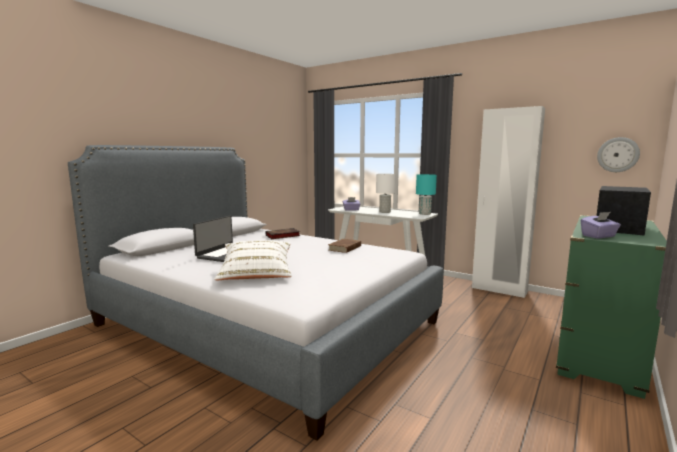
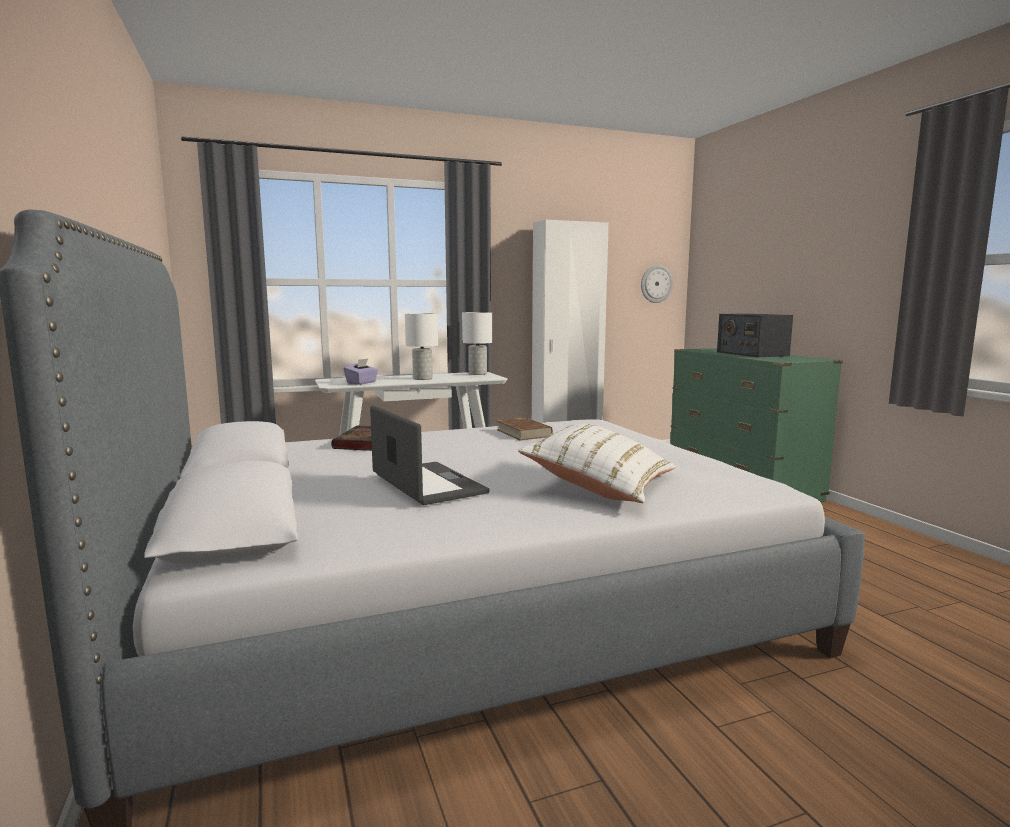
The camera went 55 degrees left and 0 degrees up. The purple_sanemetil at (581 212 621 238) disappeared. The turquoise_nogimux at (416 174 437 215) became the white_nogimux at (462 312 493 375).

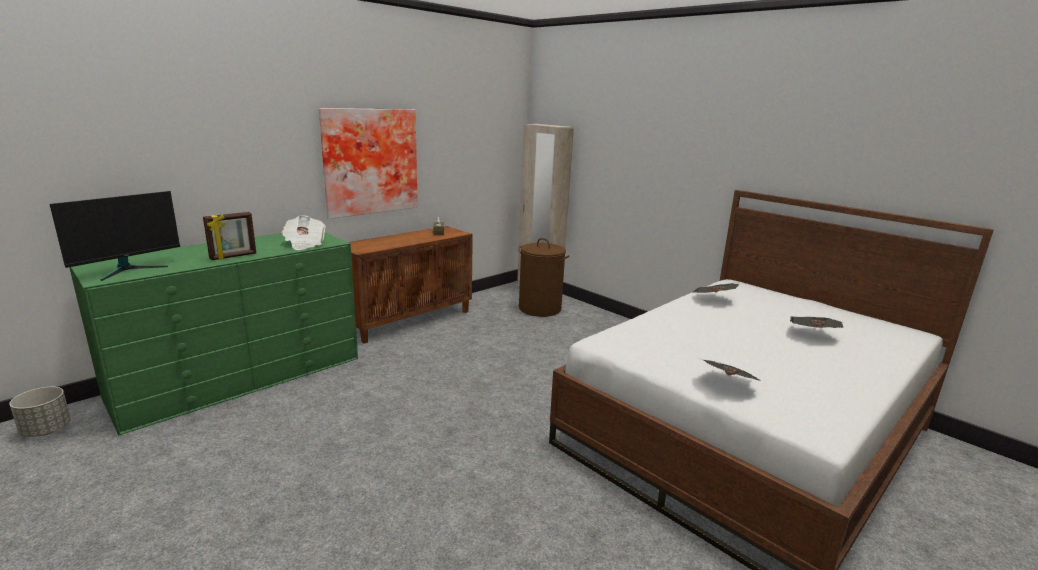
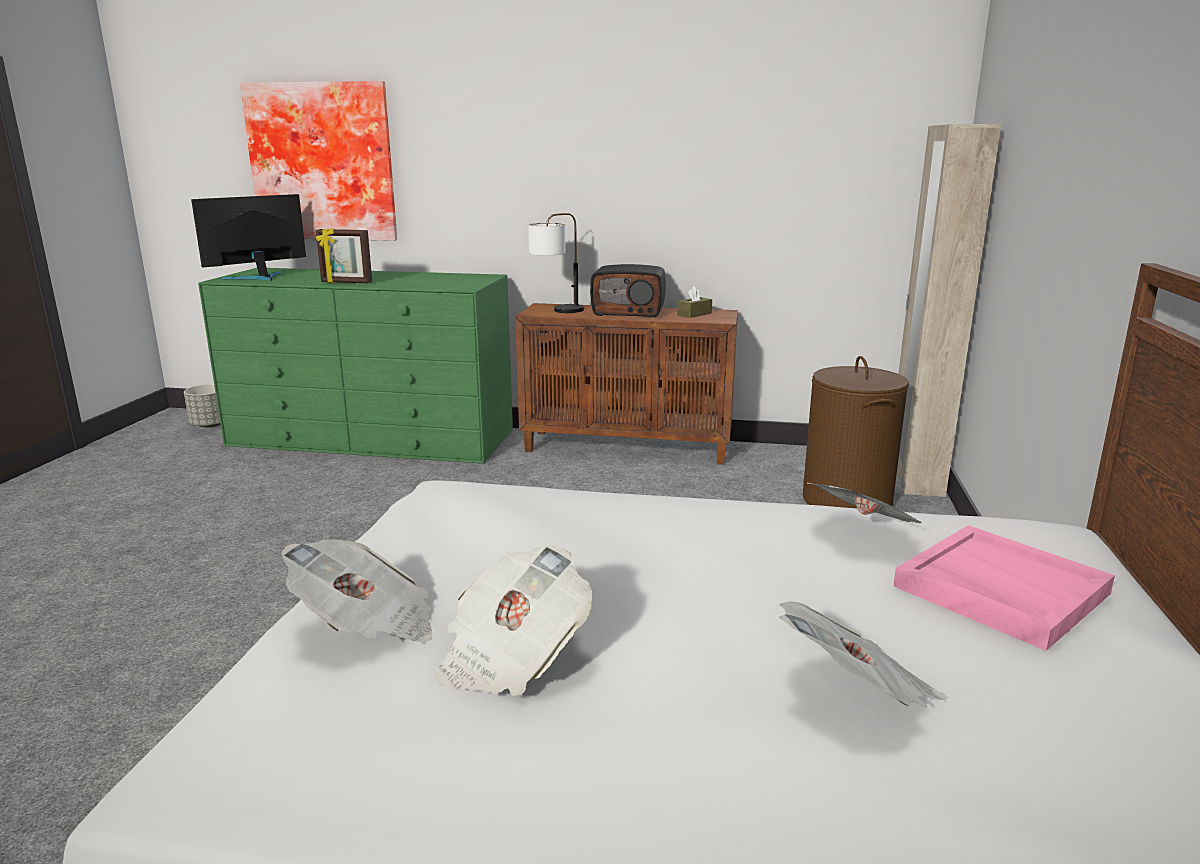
The camera went 55 degrees right and 0 degrees up. The nogimux at (528 213 584 313) appeared. The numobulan at (590 264 666 318) appeared. The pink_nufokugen at (893 525 1115 651) appeared. The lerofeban moved from (281 215 326 250) to (435 545 592 696). The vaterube moved from (319 108 418 219) to (240 81 397 241). The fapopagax at (50 191 180 281) turned 135 degrees clockwise.

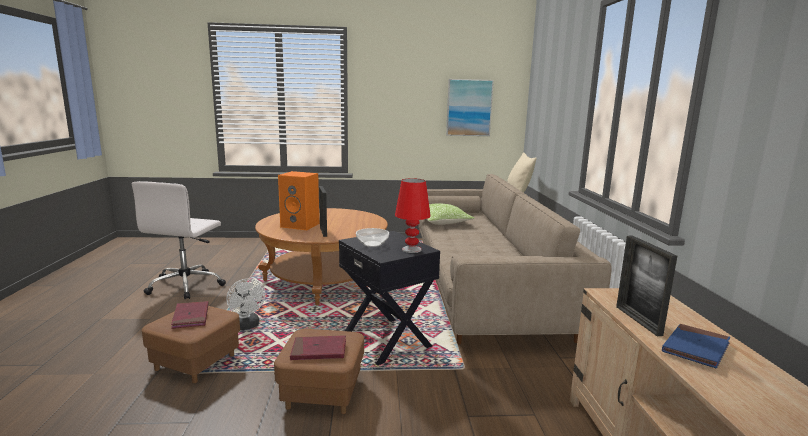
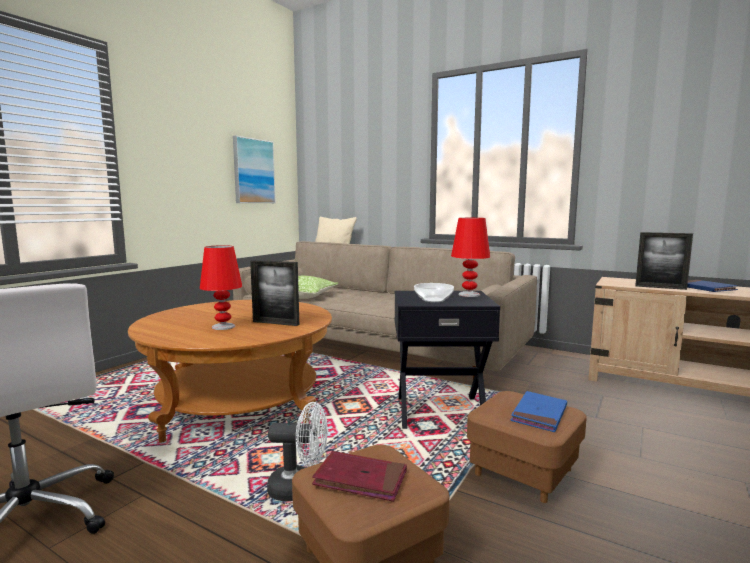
The camera went 55 degrees left and 5 degrees down. The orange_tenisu at (278 171 319 230) was replaced by the red_nogimux at (200 245 242 330). The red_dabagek at (290 335 346 360) became the blue_dabagek at (511 391 567 432).

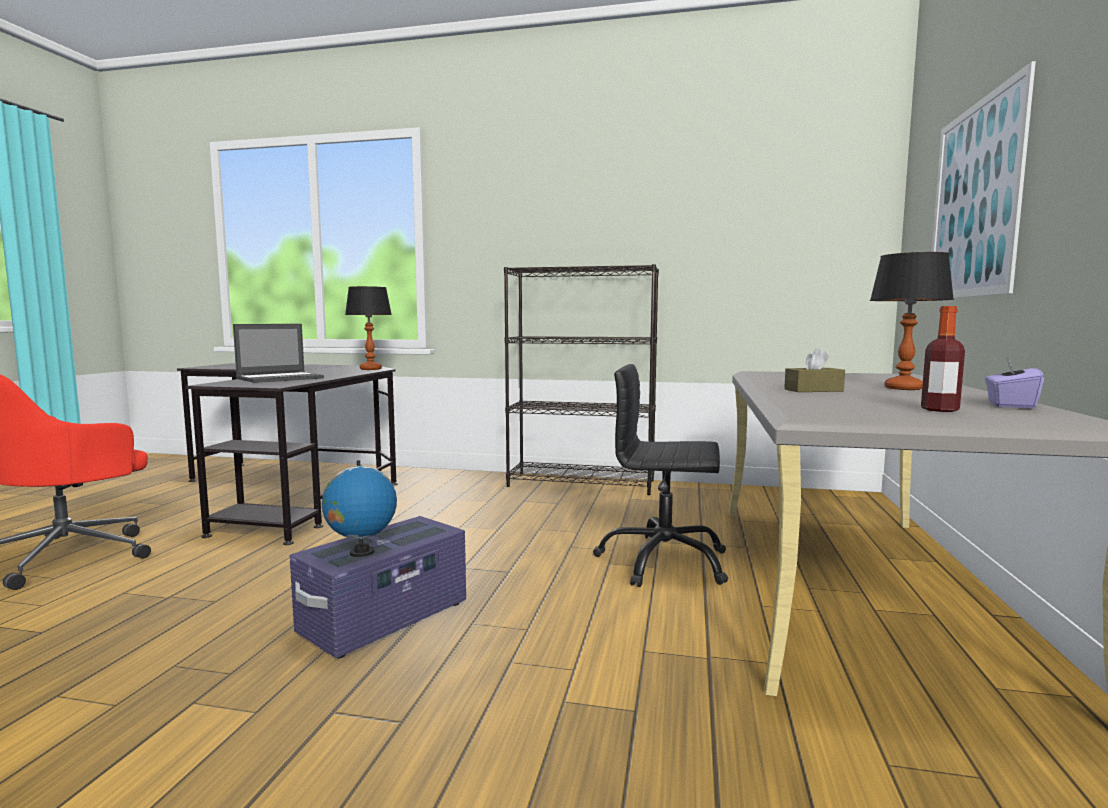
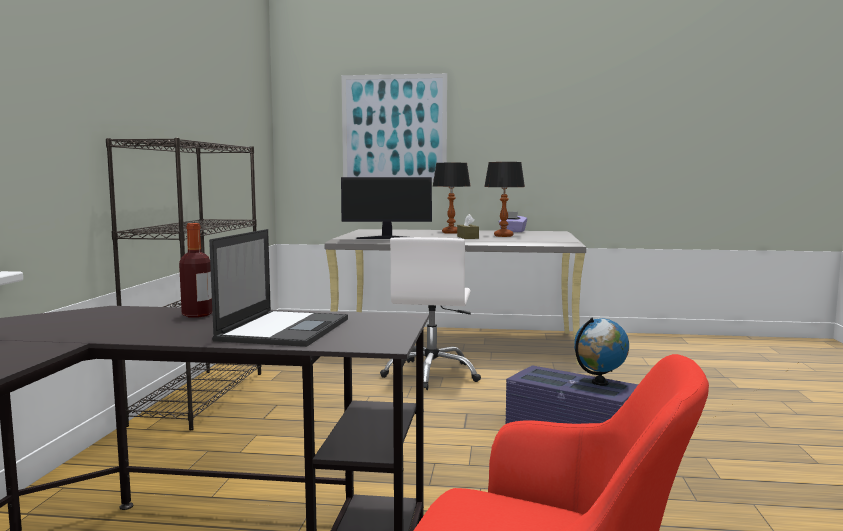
The camera went 95 degrees left and 0 degrees up. The fapopagax at (341 177 432 239) appeared. The nogimux moved from (345 286 392 370) to (484 162 525 237). The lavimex moved from (921 306 965 412) to (179 223 212 318). The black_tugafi at (593 364 728 587) became the white_tugafi at (380 237 481 390). The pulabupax at (233 324 324 383) turned 60 degrees clockwise.

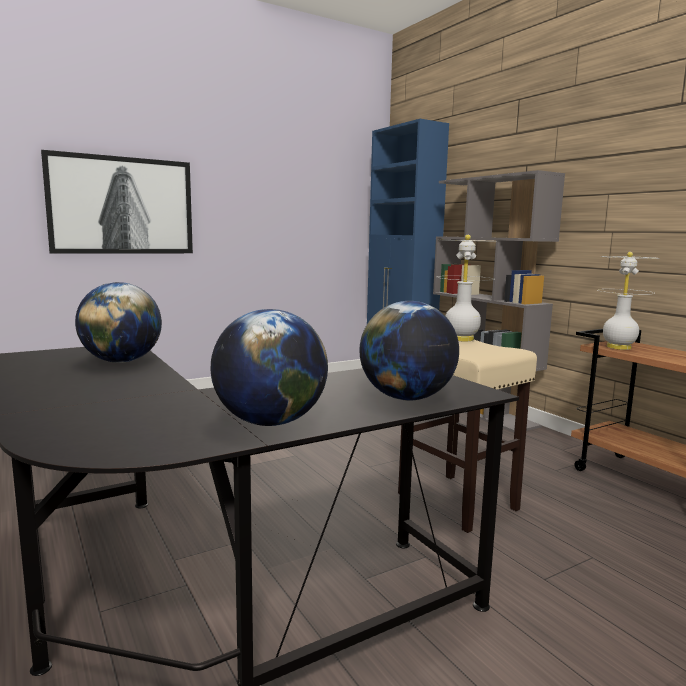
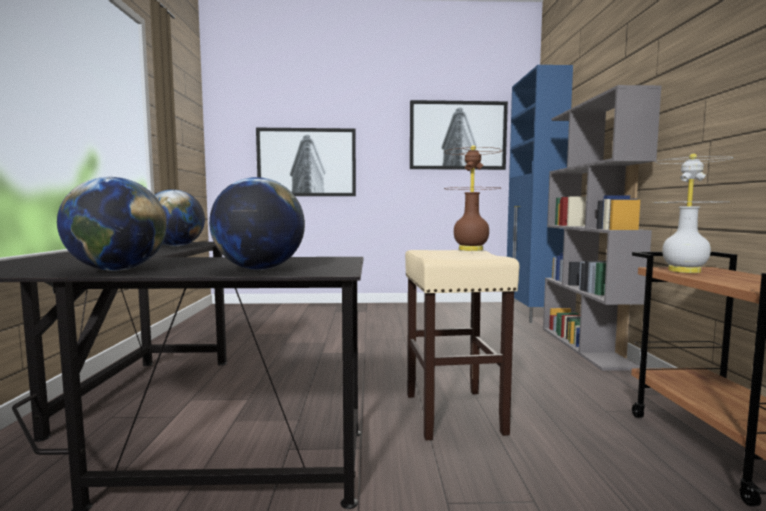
The camera went 30 degrees right and 5 degrees down. The vaterube at (410 100 508 170) appeared. The white_nogimux at (437 235 494 341) became the brown_nogimux at (444 145 502 251).

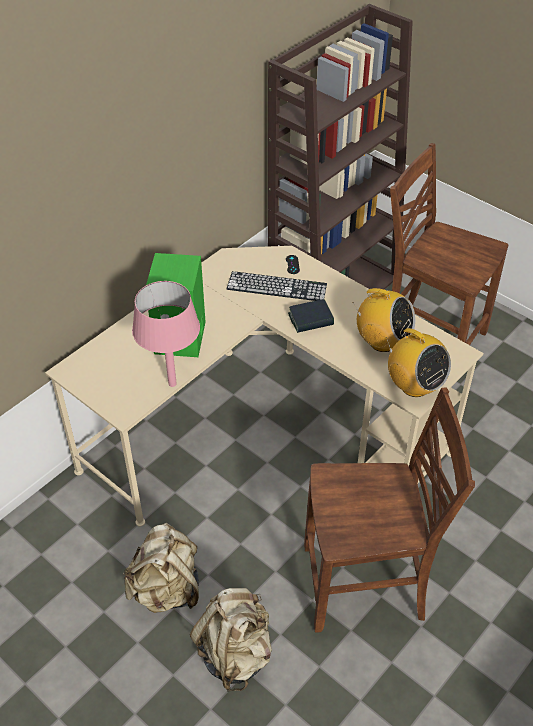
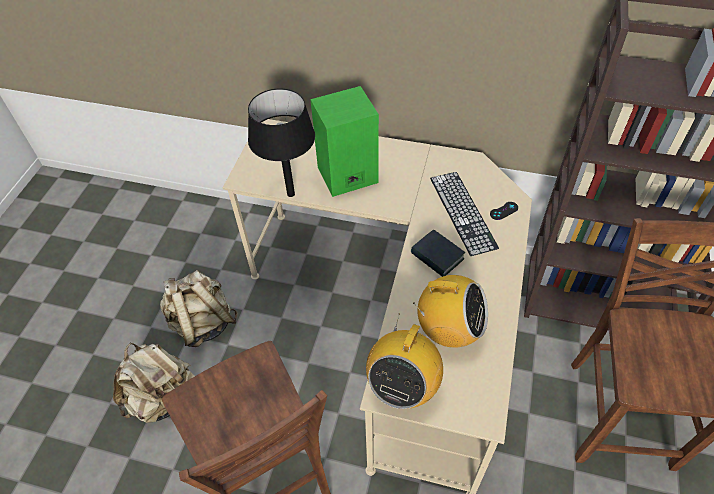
The camera went 65 degrees right and 5 degrees up. The pink_nogimux at (132 281 200 387) became the black_nogimux at (248 89 315 197). The numobulan at (353 288 415 352) turned 75 degrees counterclockwise.

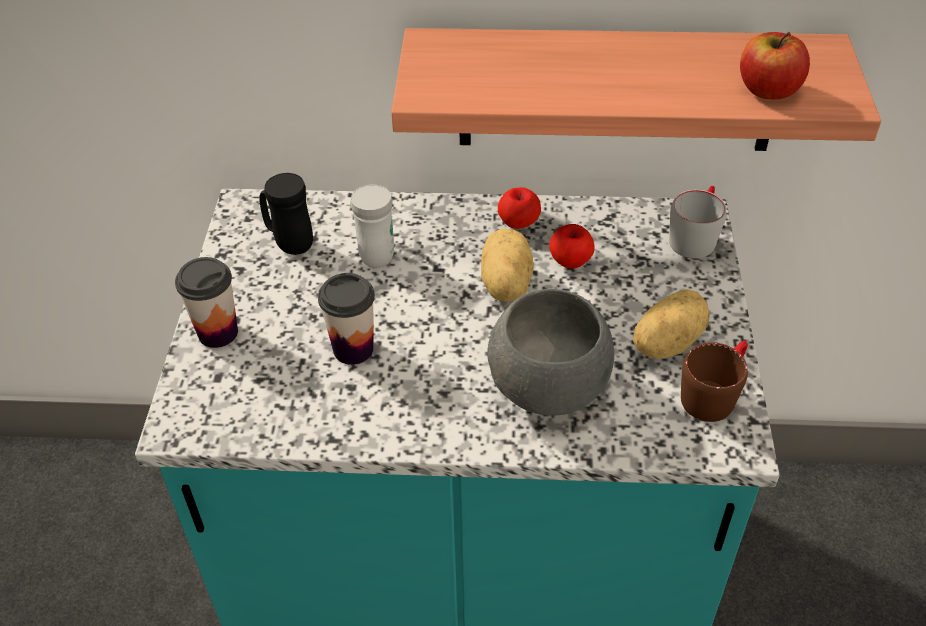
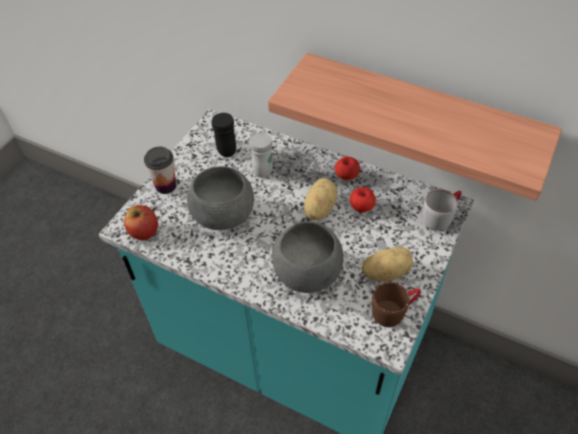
The camera went 25 degrees right and 5 degrees up. The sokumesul moved from (740 32 810 100) to (124 205 158 240). The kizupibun at (318 273 375 365) was replaced by the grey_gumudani at (187 166 254 230).

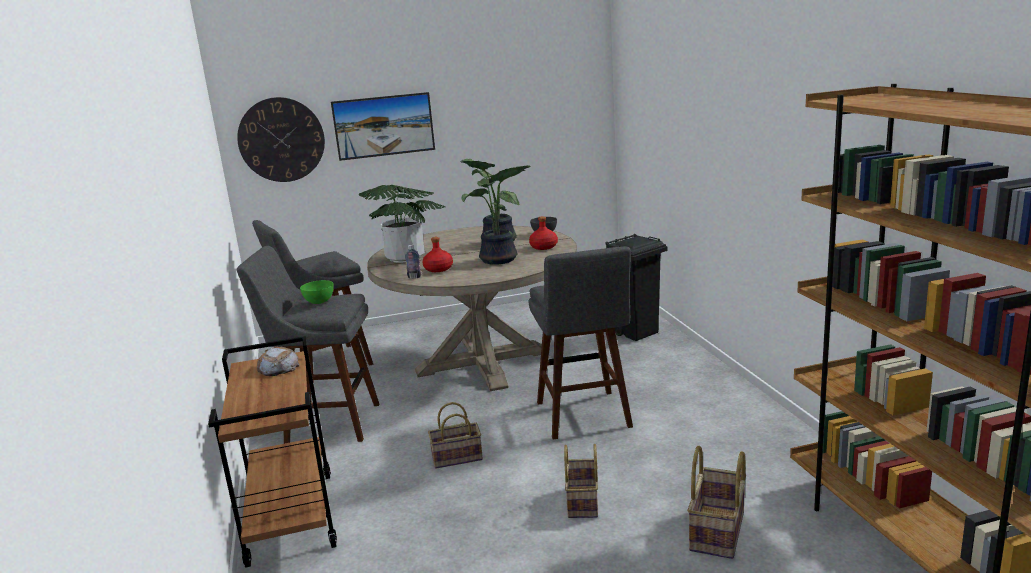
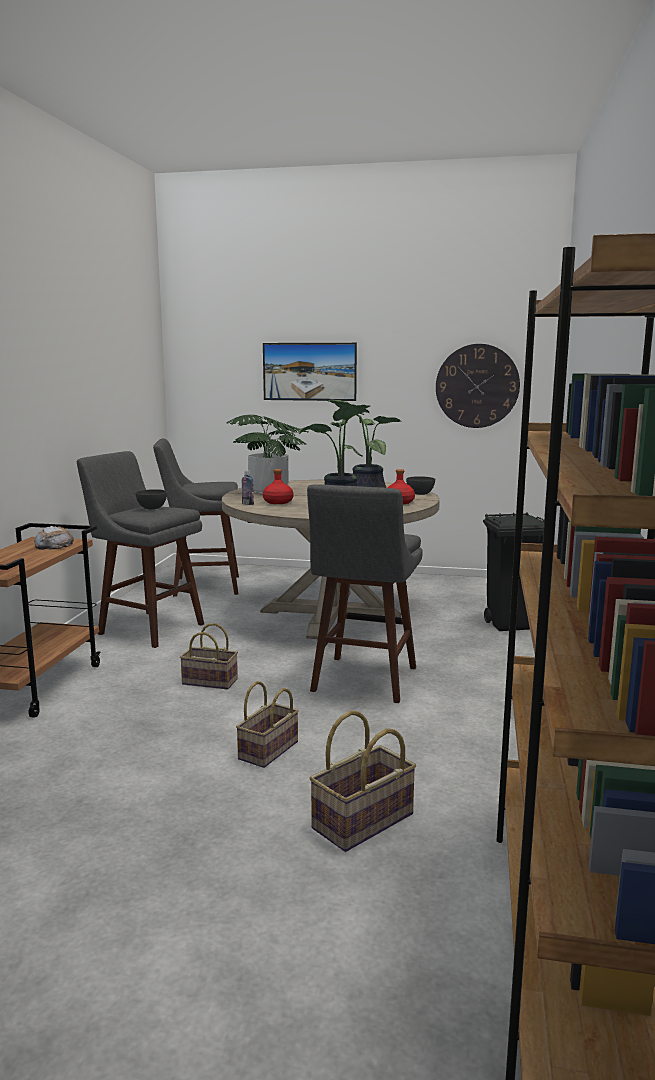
The camera went 25 degrees right and 5 degrees down. The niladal moved from (237 97 325 182) to (436 344 520 428). The green_gumudani at (300 280 334 304) became the grey_gumudani at (135 489 167 509).

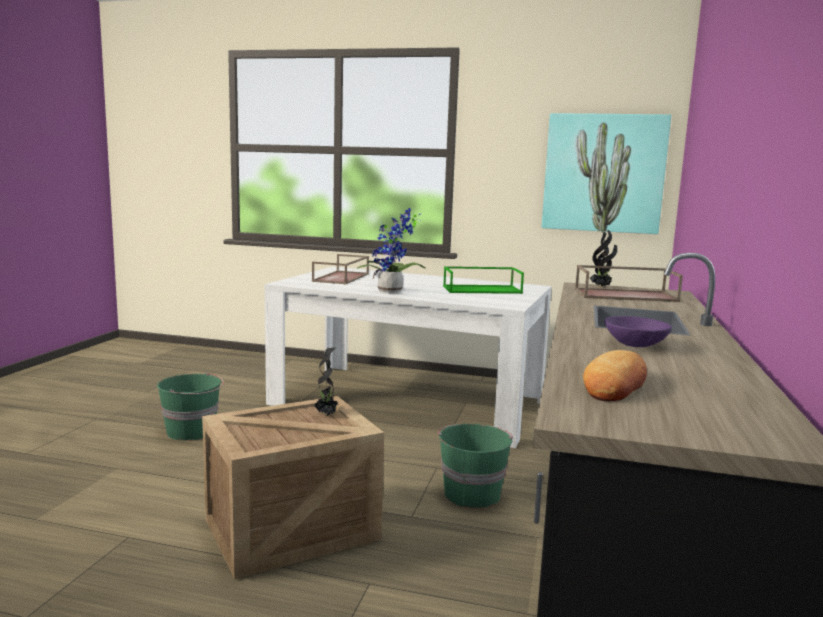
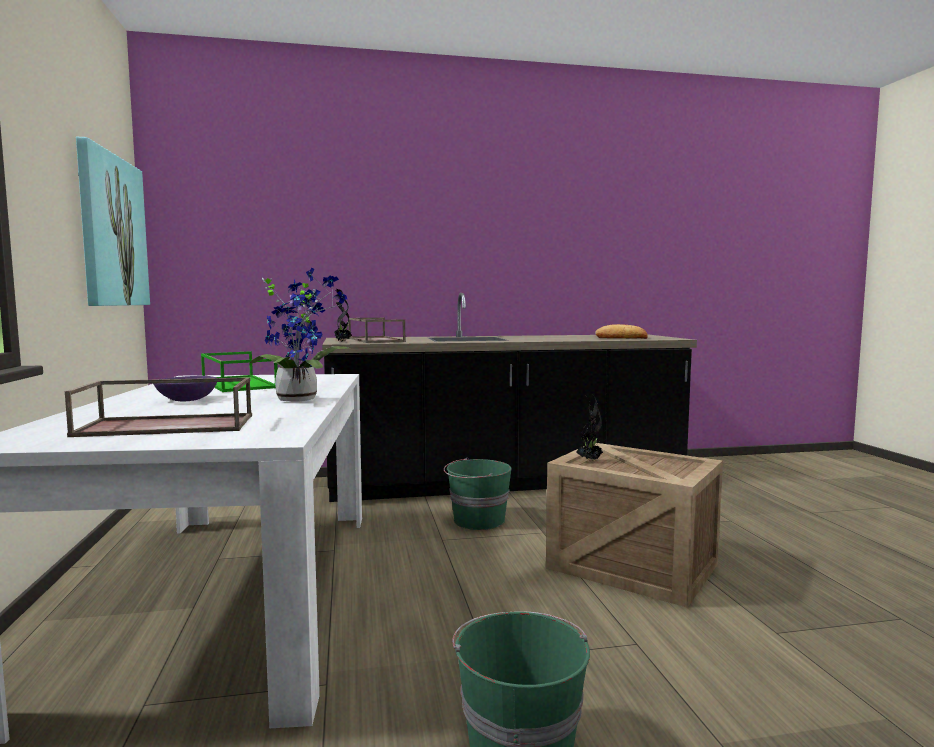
The camera went 115 degrees left and 5 degrees down. The purple_gumudani moved from (605 316 672 347) to (153 376 217 402).

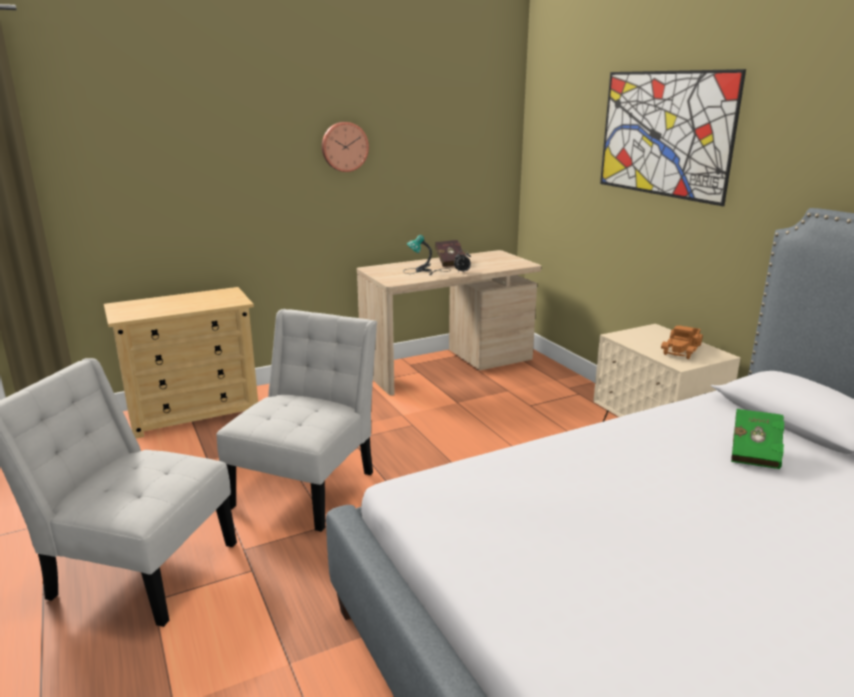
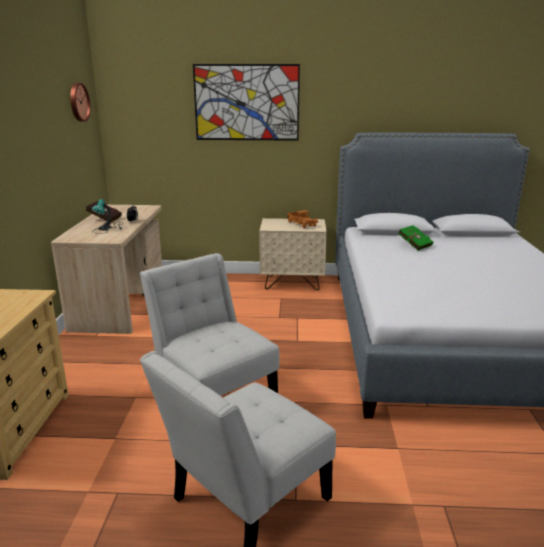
The camera went 60 degrees left and 0 degrees up. The niladal moved from (322 122 369 172) to (70 83 90 122).

